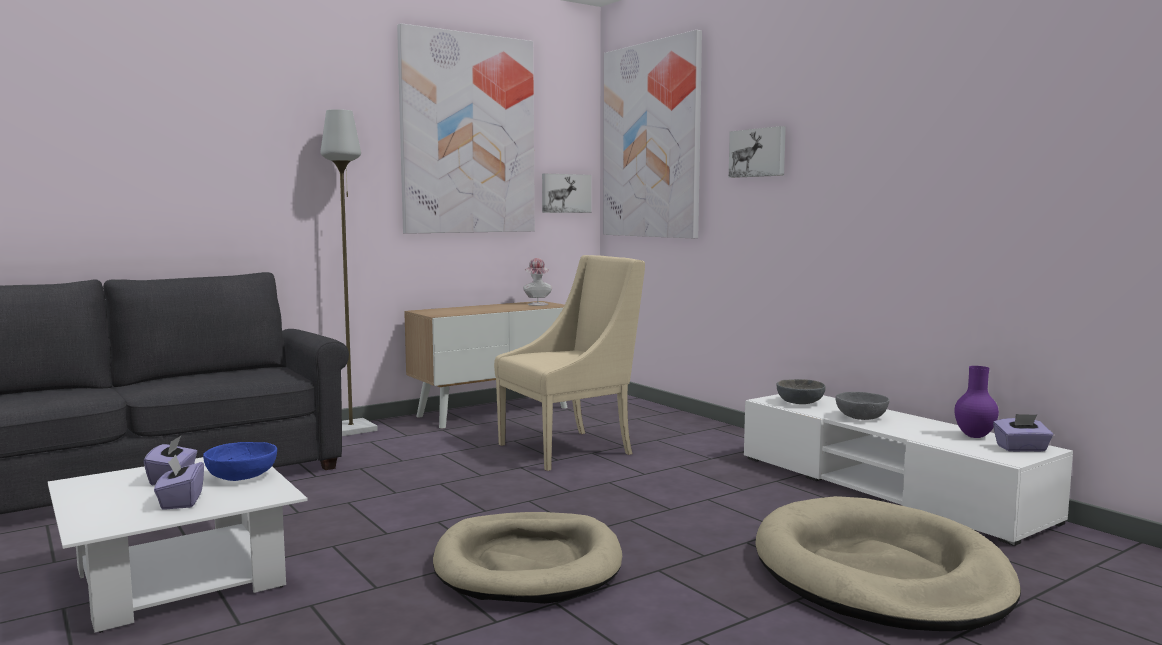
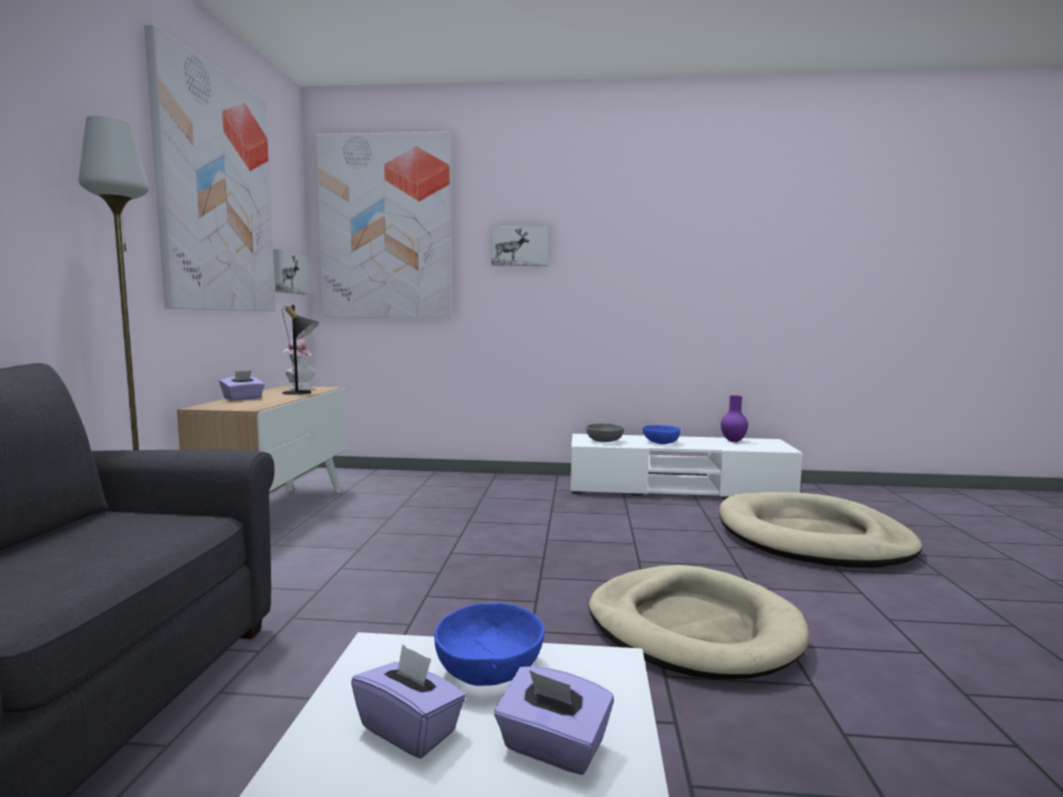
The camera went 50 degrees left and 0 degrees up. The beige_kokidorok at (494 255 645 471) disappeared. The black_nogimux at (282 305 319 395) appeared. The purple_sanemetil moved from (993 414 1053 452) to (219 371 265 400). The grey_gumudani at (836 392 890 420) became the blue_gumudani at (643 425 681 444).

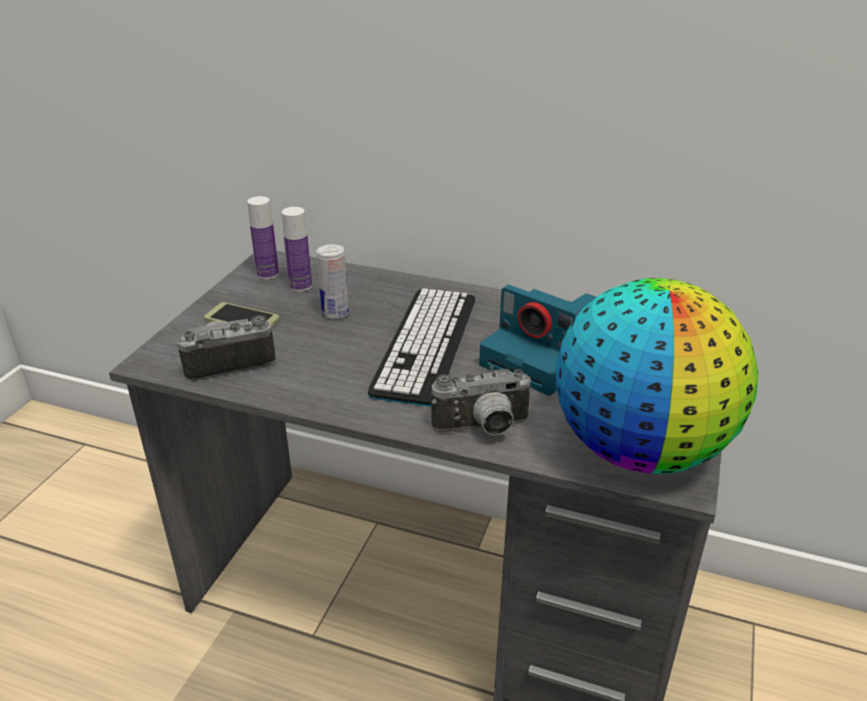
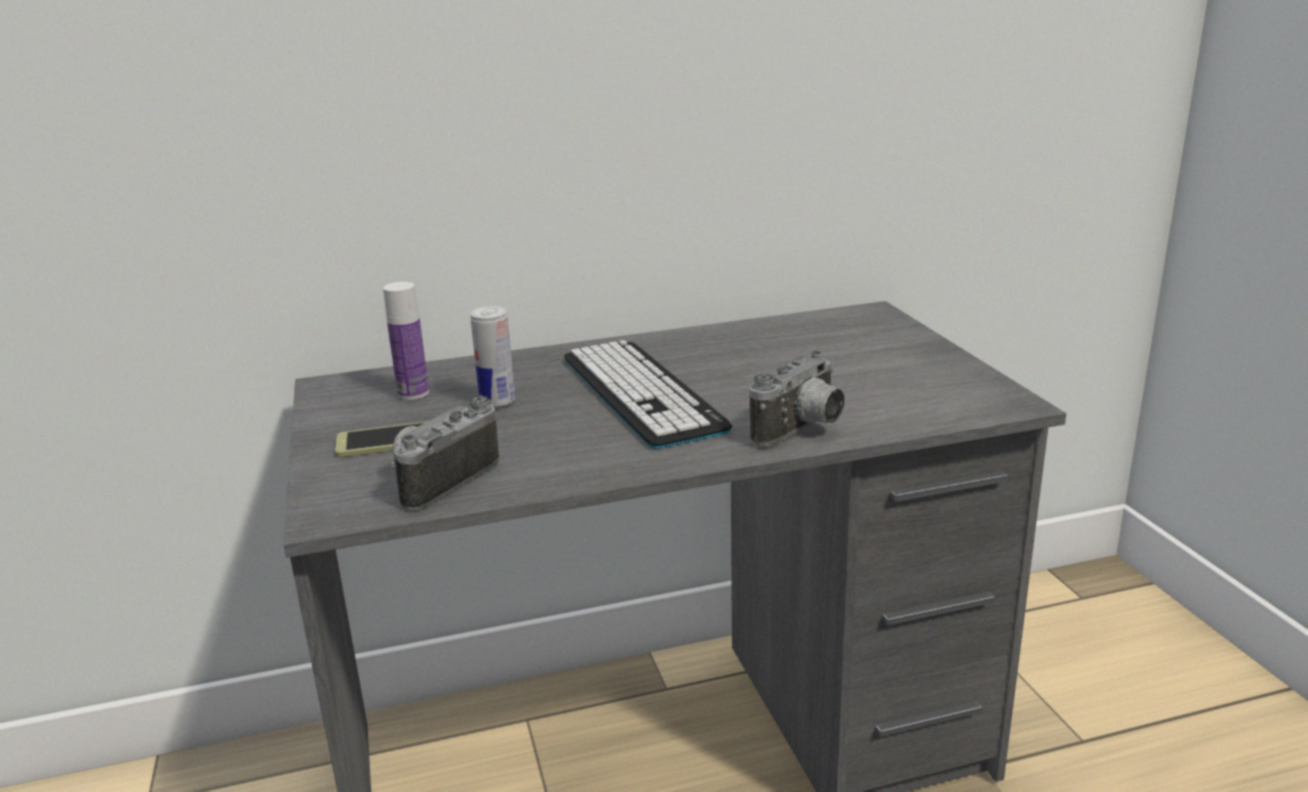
The camera went 35 degrees left and 10 degrees down. The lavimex at (247 196 279 280) disappeared. The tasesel at (479 285 596 396) disappeared. The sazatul at (555 278 758 474) disappeared.

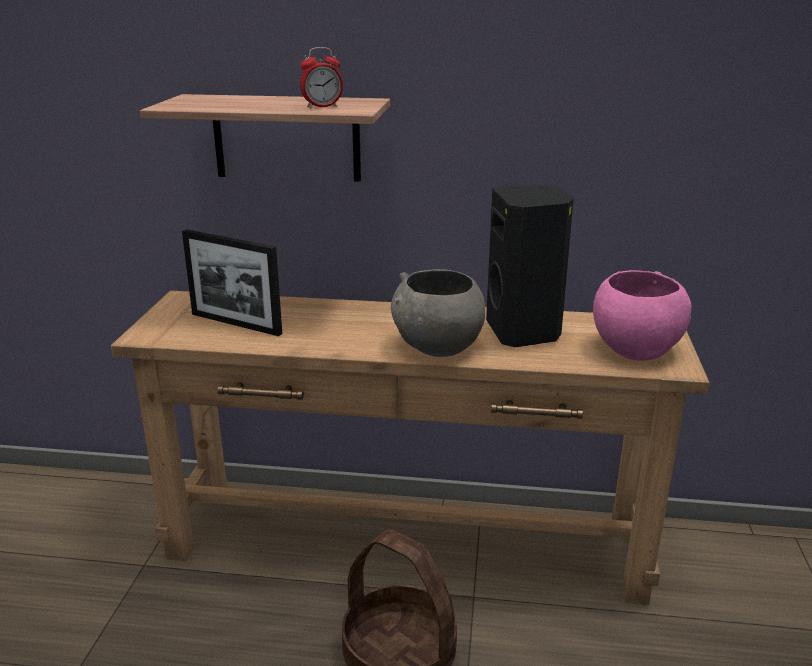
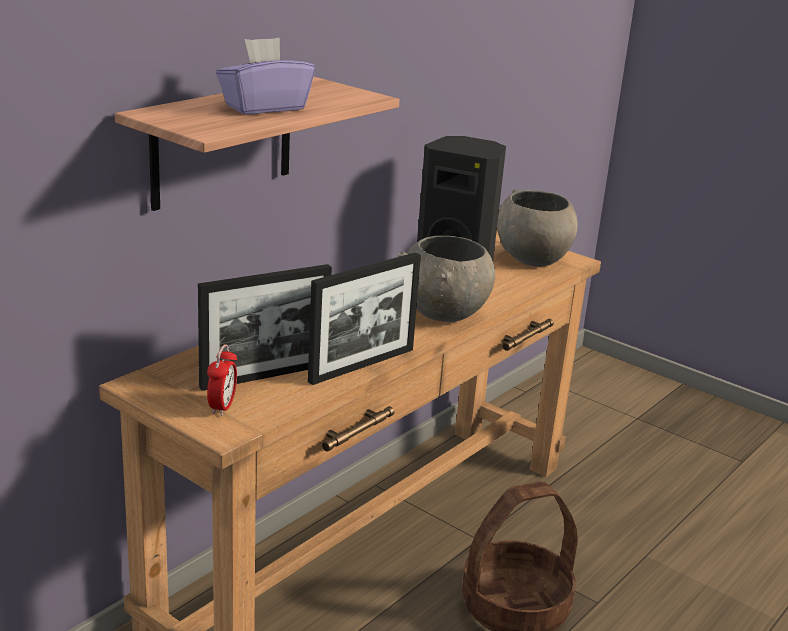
The camera went 60 degrees left and 0 degrees up. The purple_sanemetil at (216 38 315 114) appeared. The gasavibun at (308 252 421 385) appeared. The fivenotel moved from (300 47 343 108) to (207 344 237 416). The pink_gumudani at (593 270 691 360) became the grey_gumudani at (497 189 578 267).

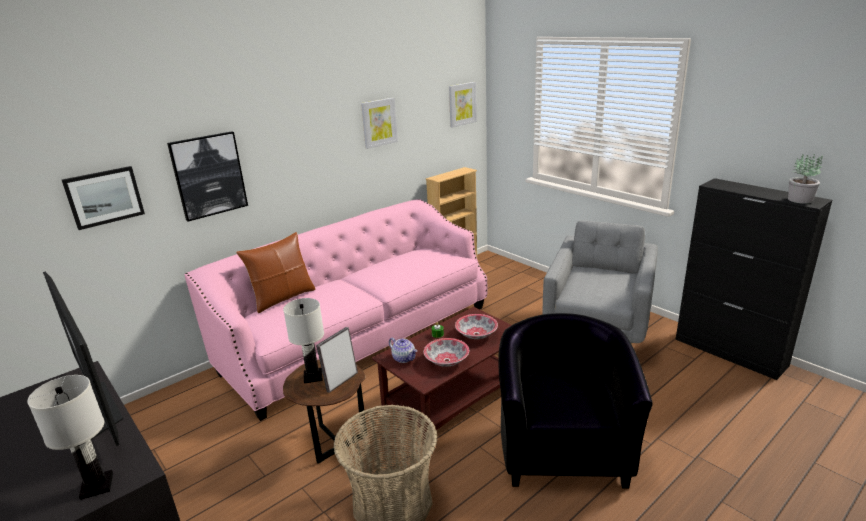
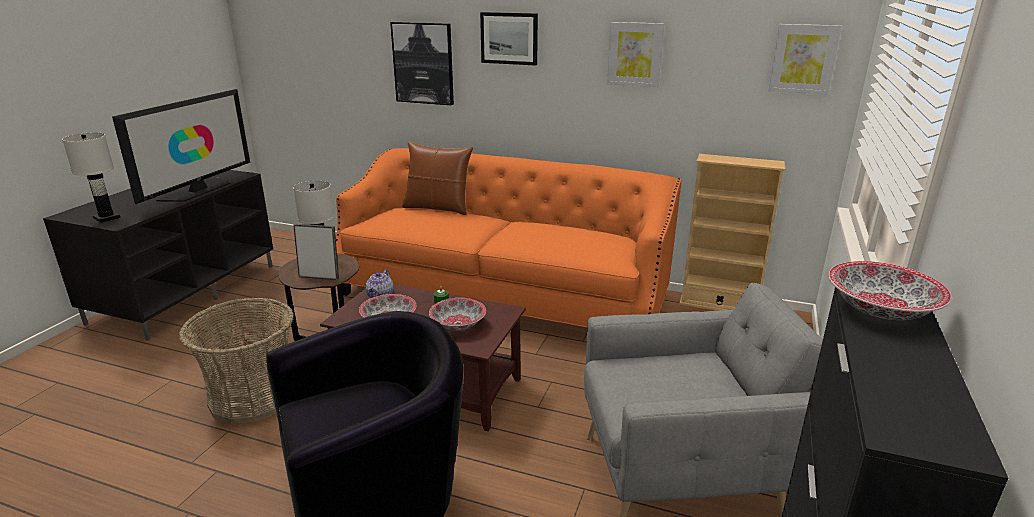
The camera went 60 degrees right and 0 degrees up. The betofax at (788 154 823 204) disappeared. The gumudani at (828 261 951 320) appeared. The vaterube moved from (62 166 145 230) to (480 12 538 66). The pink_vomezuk at (184 199 487 421) became the orange_vomezuk at (336 148 681 327).

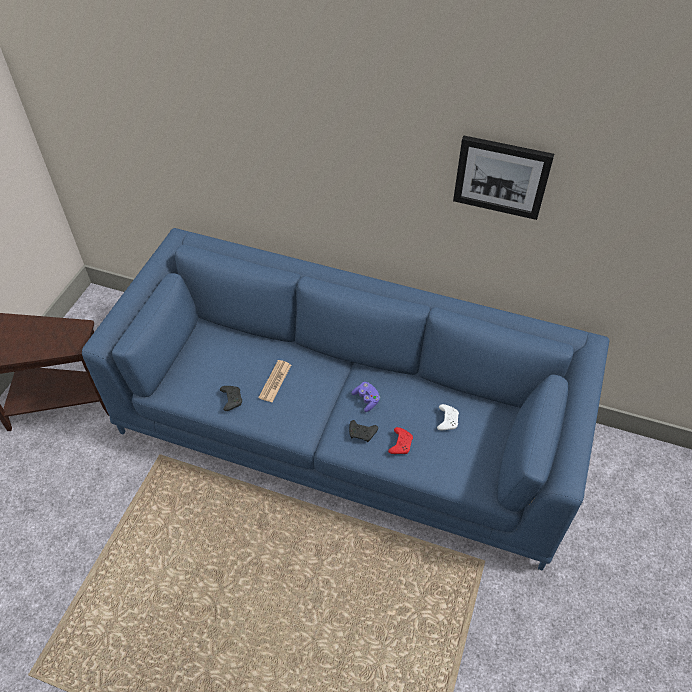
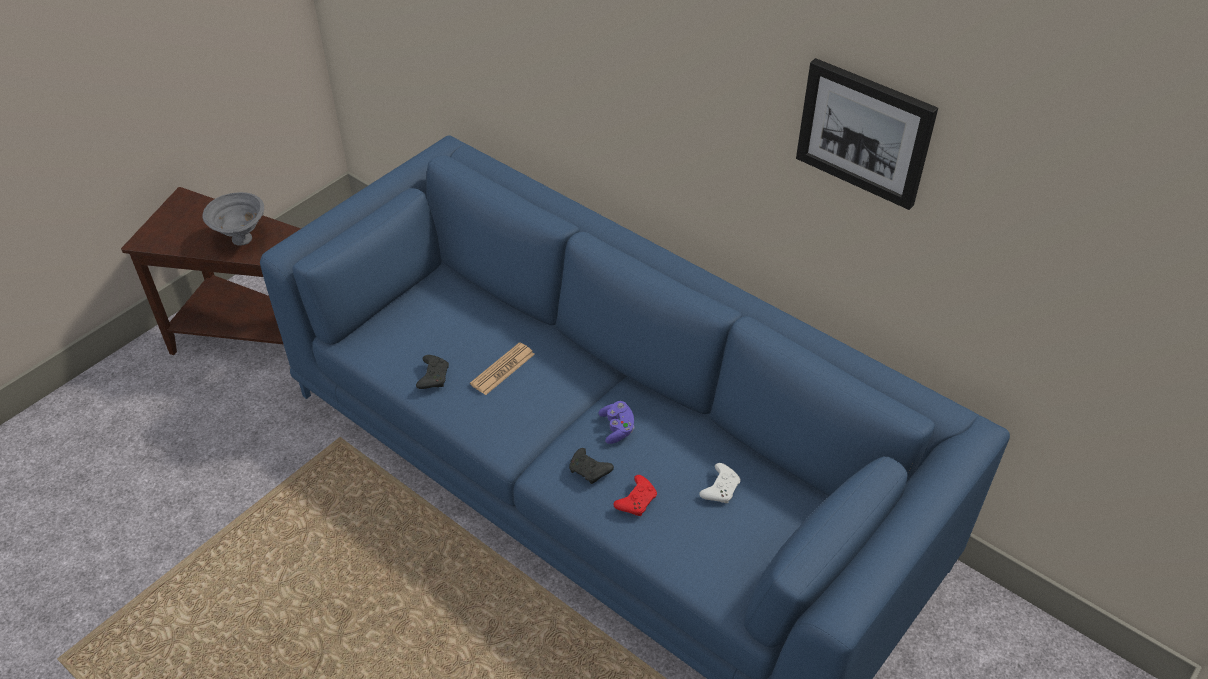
The camera went 20 degrees right and 5 degrees down. The grey_gumudani at (202 192 264 246) appeared.

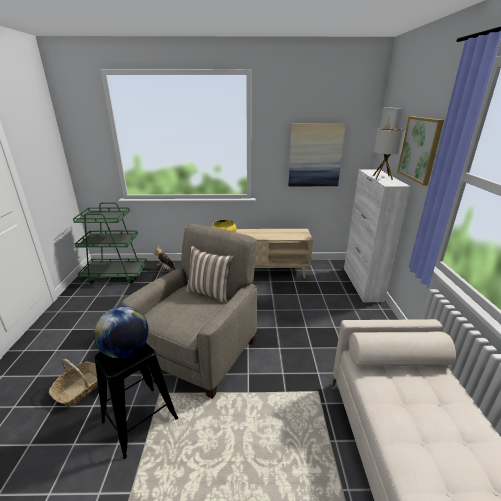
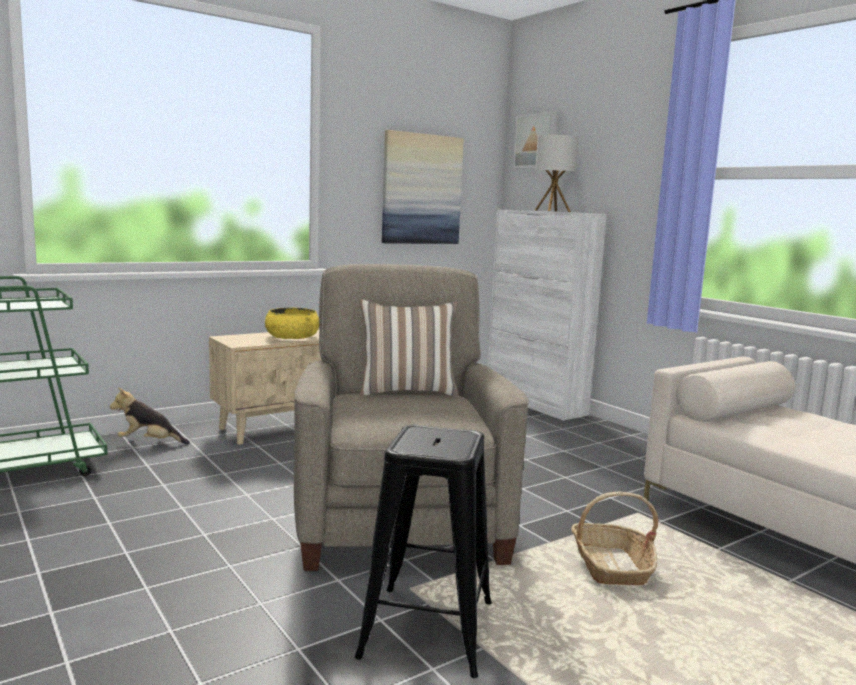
The camera went 35 degrees left and 15 degrees down. The sazatul at (94 306 149 359) disappeared. The vaterube at (397 116 444 186) disappeared. The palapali moved from (49 359 98 407) to (571 492 658 585).

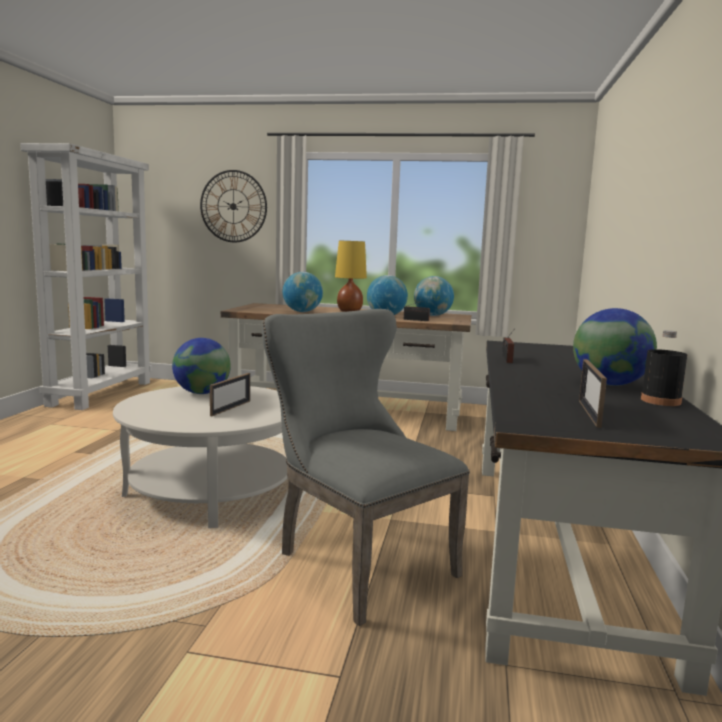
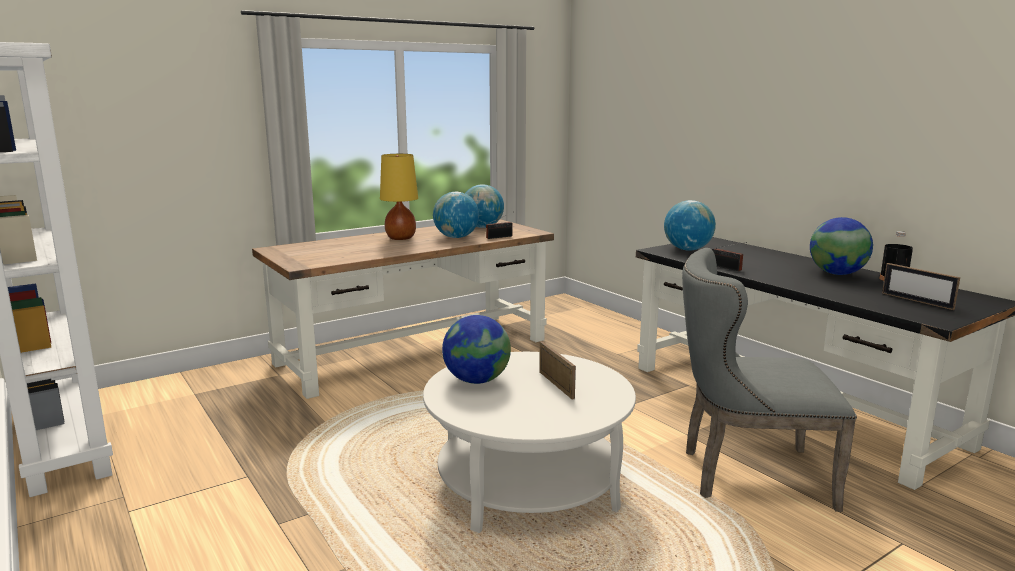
The camera went 45 degrees left and 5 degrees up. The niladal at (200 170 267 243) disappeared. The sazatul moved from (283 272 323 312) to (664 200 716 251).

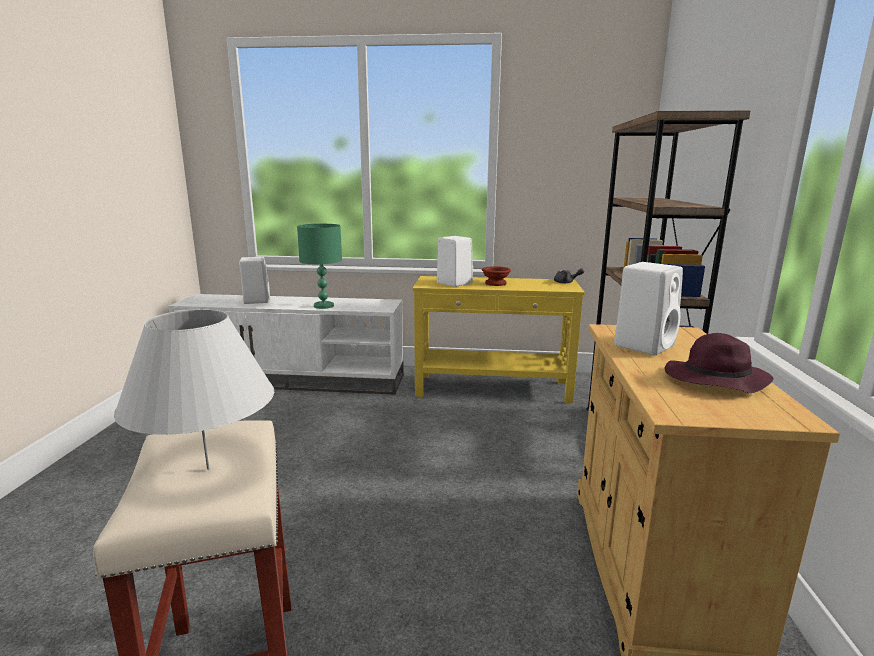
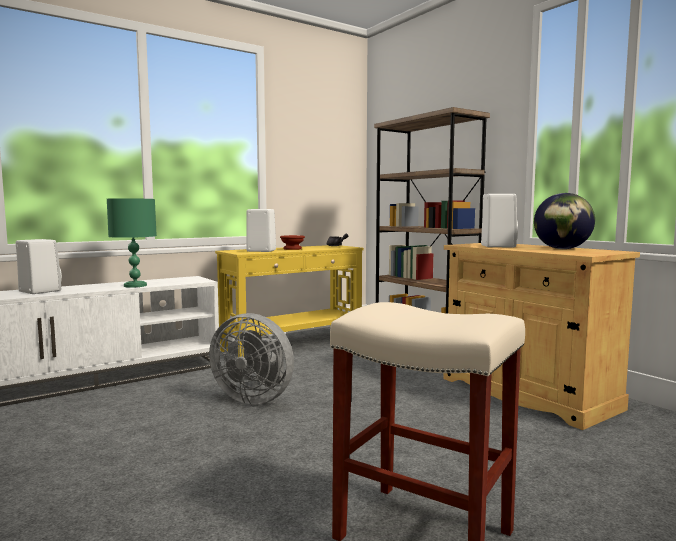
The camera went 40 degrees left and 10 degrees down. The white_nogimux at (114 309 274 470) disappeared. The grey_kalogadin at (209 313 294 405) appeared. The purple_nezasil at (665 333 774 394) was replaced by the sazatul at (534 193 595 249).

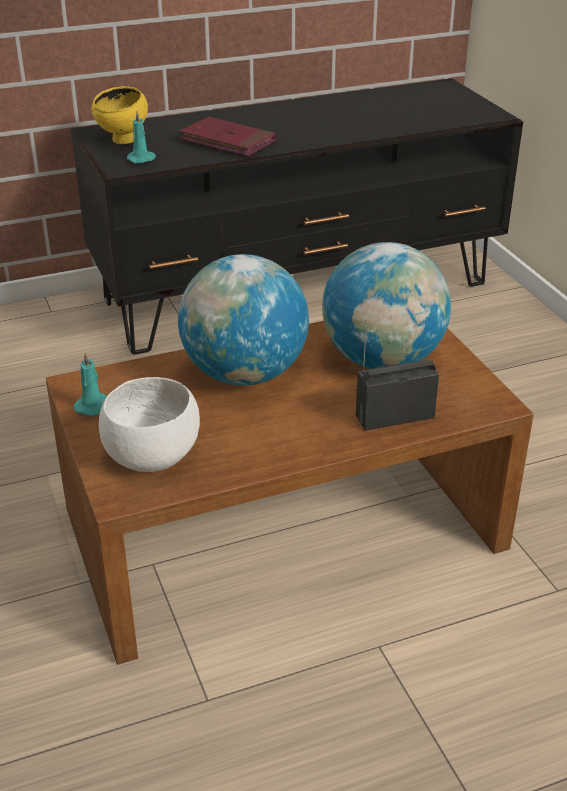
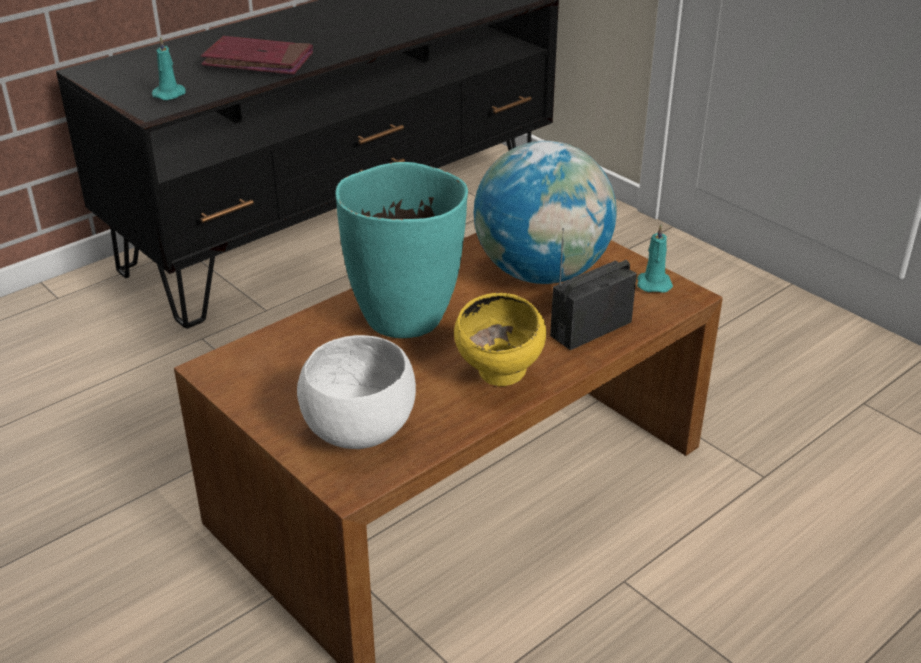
The camera went 20 degrees left and 0 degrees up. The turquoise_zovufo moved from (74 351 107 416) to (637 224 673 293). The yellow_gumudani moved from (91 86 148 144) to (454 293 546 386). The sazatul at (178 254 309 386) was replaced by the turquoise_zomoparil at (335 162 468 338).

